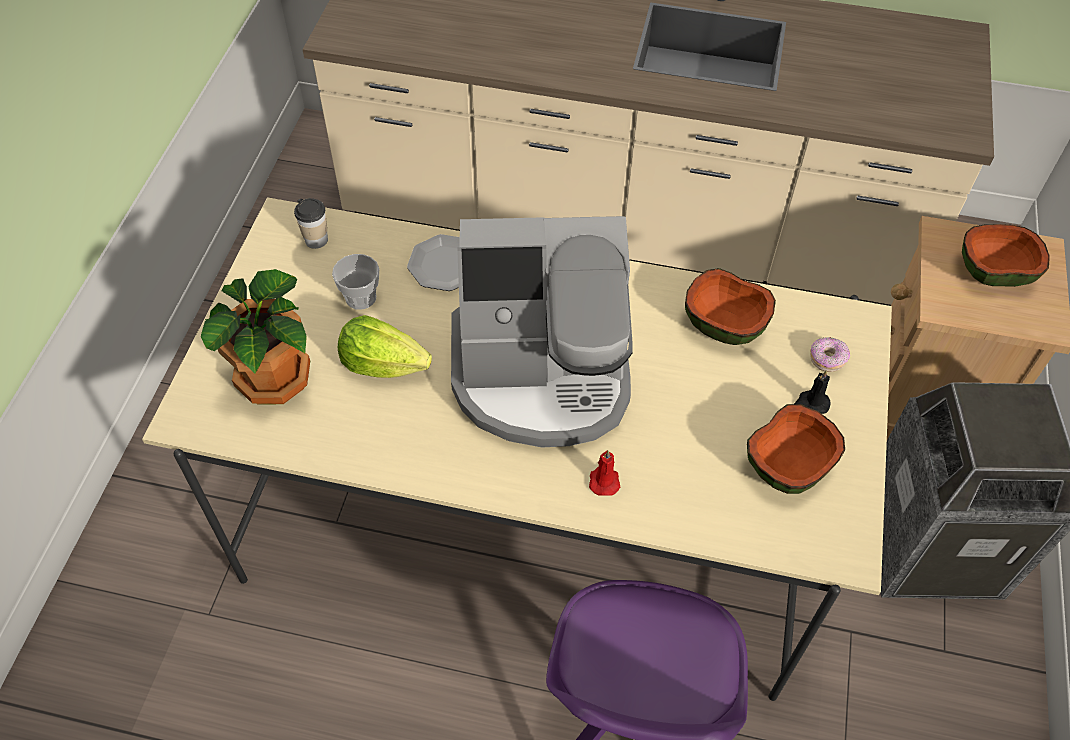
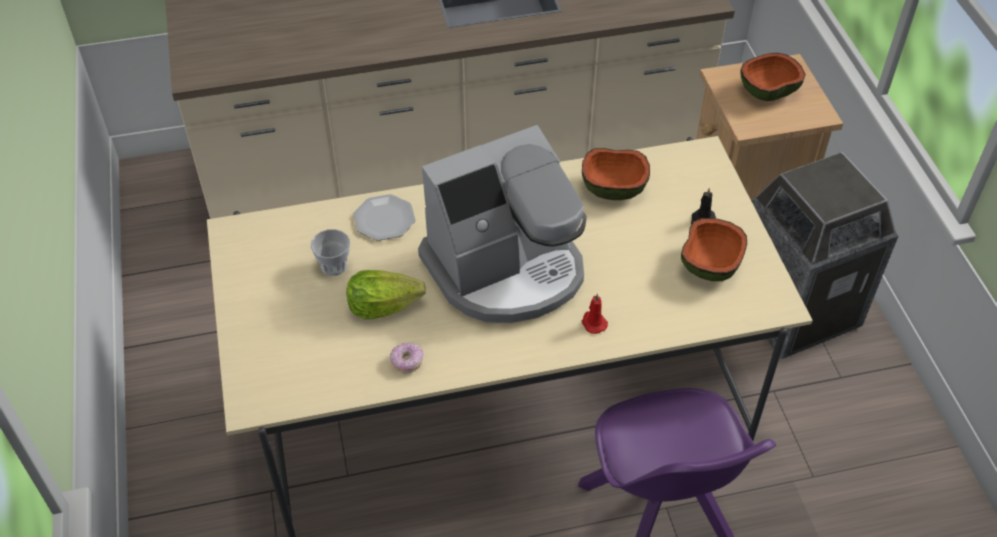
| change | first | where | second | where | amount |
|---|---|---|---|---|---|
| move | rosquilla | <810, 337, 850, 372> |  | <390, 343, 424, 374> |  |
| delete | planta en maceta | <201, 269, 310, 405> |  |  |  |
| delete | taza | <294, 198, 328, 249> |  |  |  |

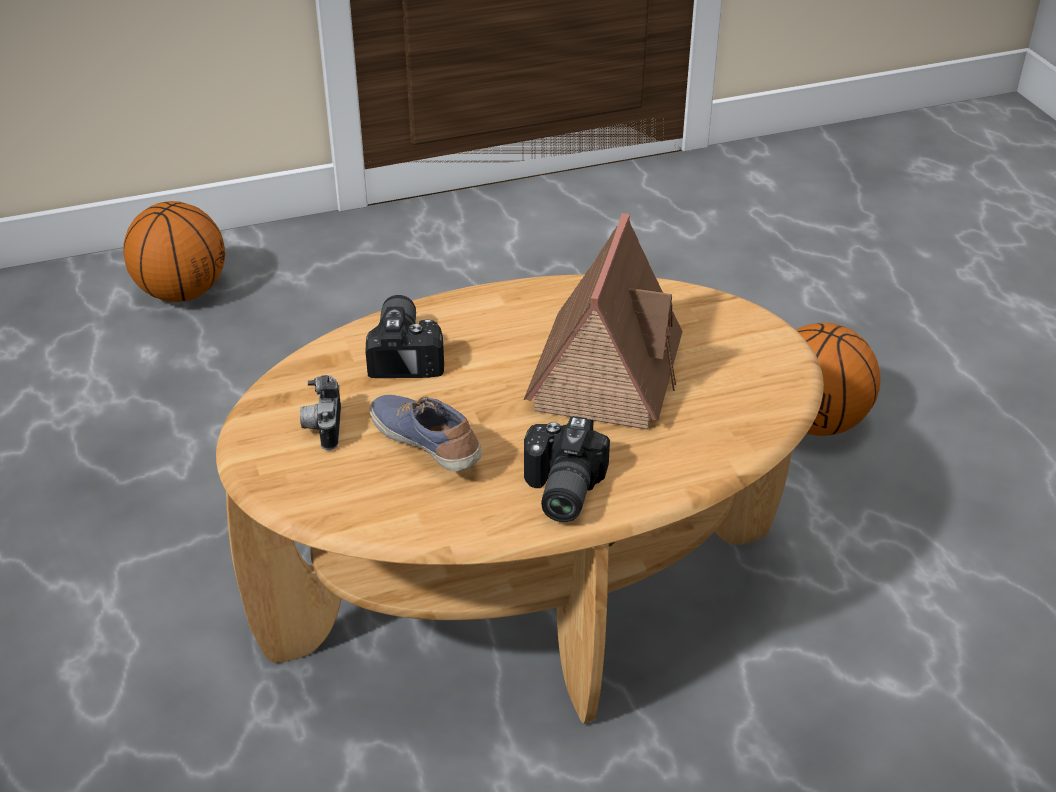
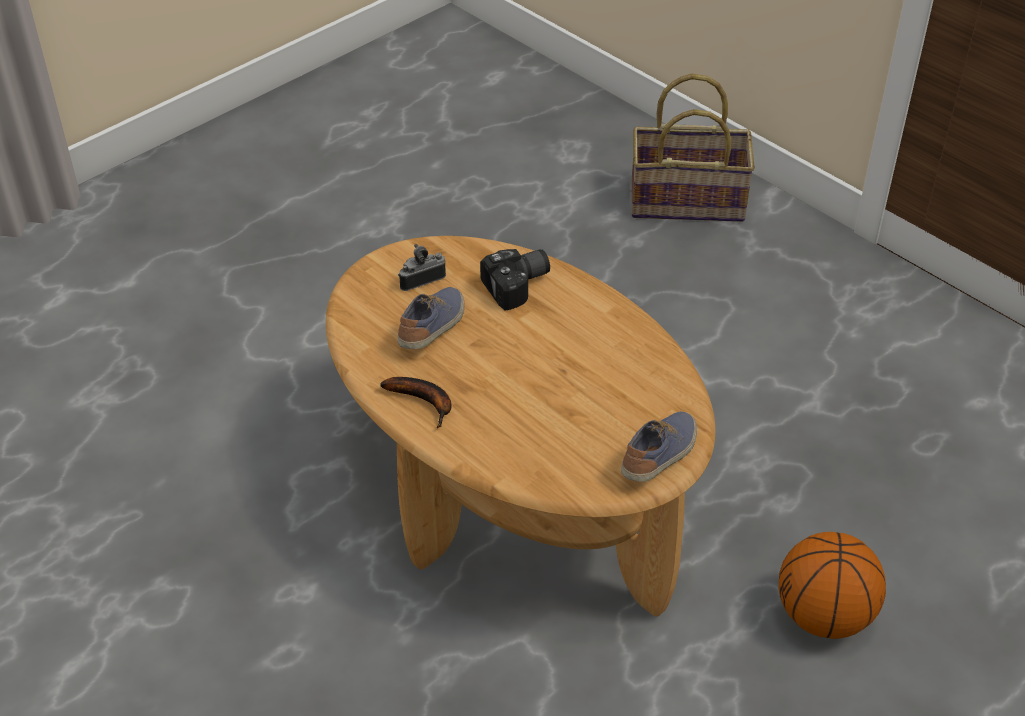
| change | first | where | second | where | amount |
|---|---|---|---|---|---|
| replace | cámara | <524, 416, 610, 522> | plátano | <380, 377, 452, 428> |  |
| insert |  |  | zapato | <621, 411, 697, 482> |  |
| replace | balón de baloncesto | <123, 201, 225, 302> | cesta | <631, 74, 755, 222> |  |
| delete | casita | <524, 213, 683, 429> |  |  |  |

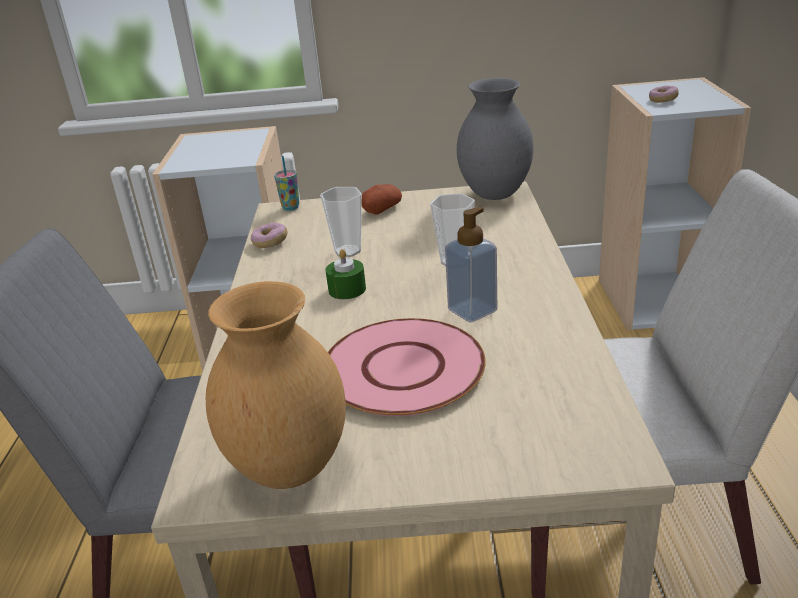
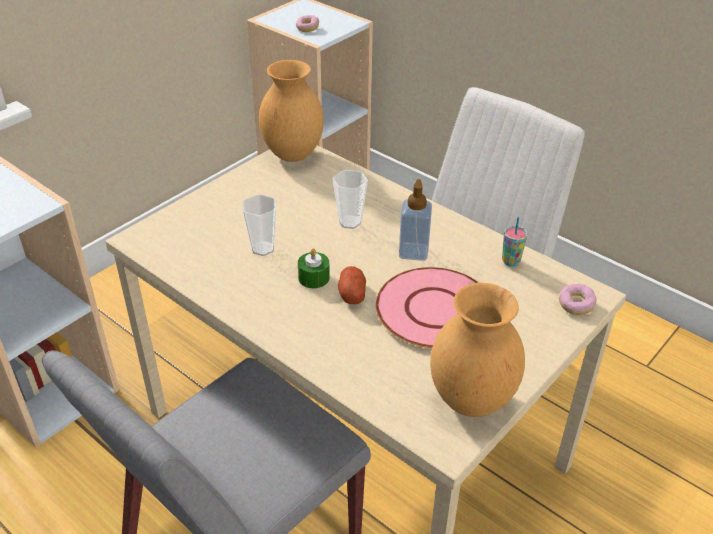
| change | first | where | second | where | amount |
|---|---|---|---|---|---|
| recolor | florero (gris) | <457, 78, 533, 200> | florero (marrón) | <259, 60, 324, 162> |  |
| move | patata | <362, 184, 402, 214> |  | <338, 266, 366, 304> |  |
| move | taza | <274, 156, 300, 211> |  | <502, 217, 528, 266> |  |
| move | rosquilla | <251, 223, 288, 248> |  | <559, 284, 596, 315> |  |

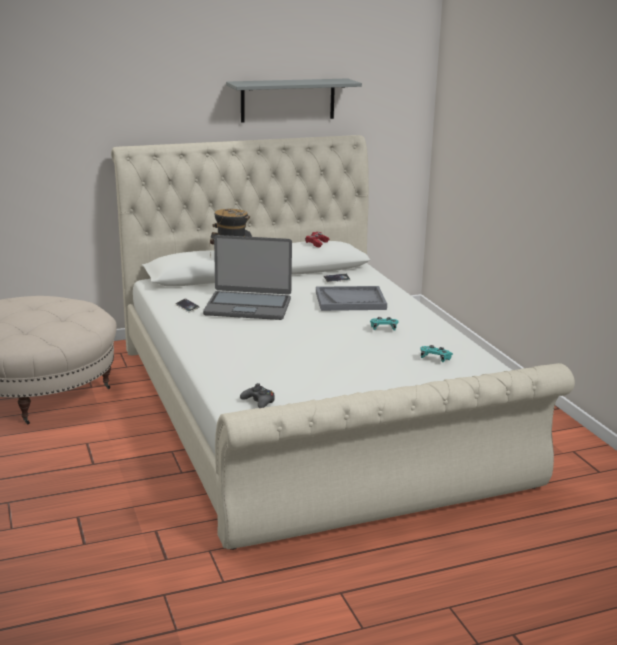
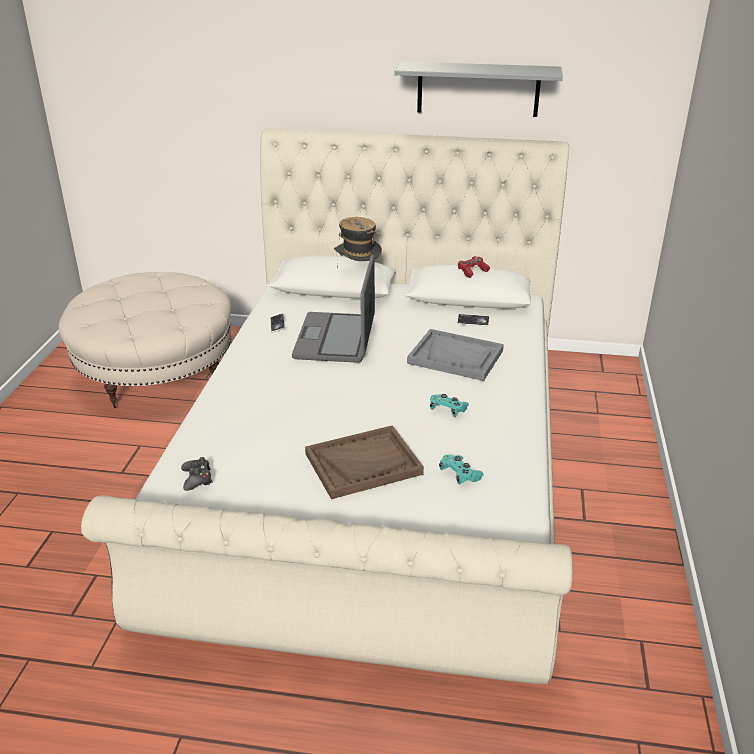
| change | first | where | second | where | amount |
|---|---|---|---|---|---|
| rotate | portátil | <203, 235, 292, 320> |  | <292, 255, 375, 363> | 60 degrees clockwise |
| insert |  |  | bandeja (marrón) | <305, 425, 424, 499> |  |

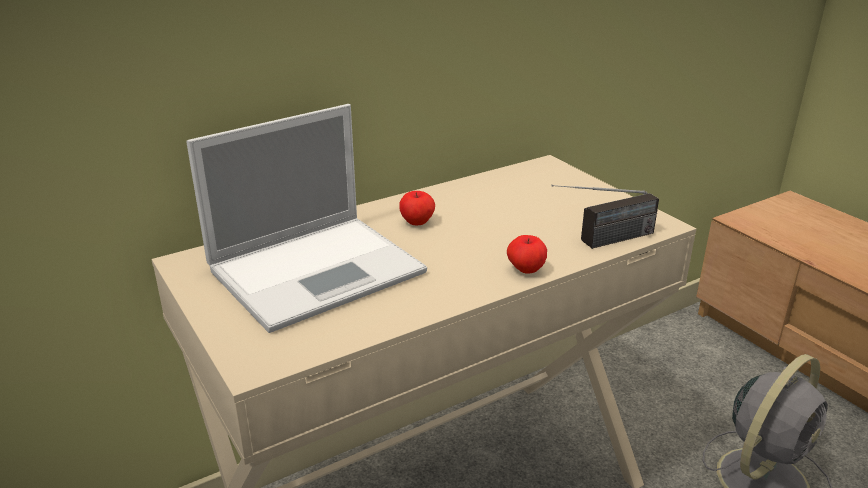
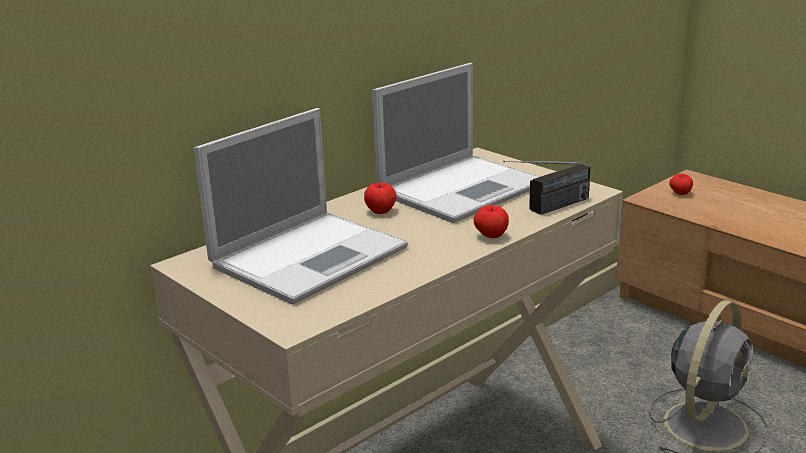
| change | first | where | second | where | amount |
|---|---|---|---|---|---|
| insert |  |  | portátil | <372, 63, 540, 223> |  |
| insert |  |  | manzana | <669, 174, 693, 195> |  |

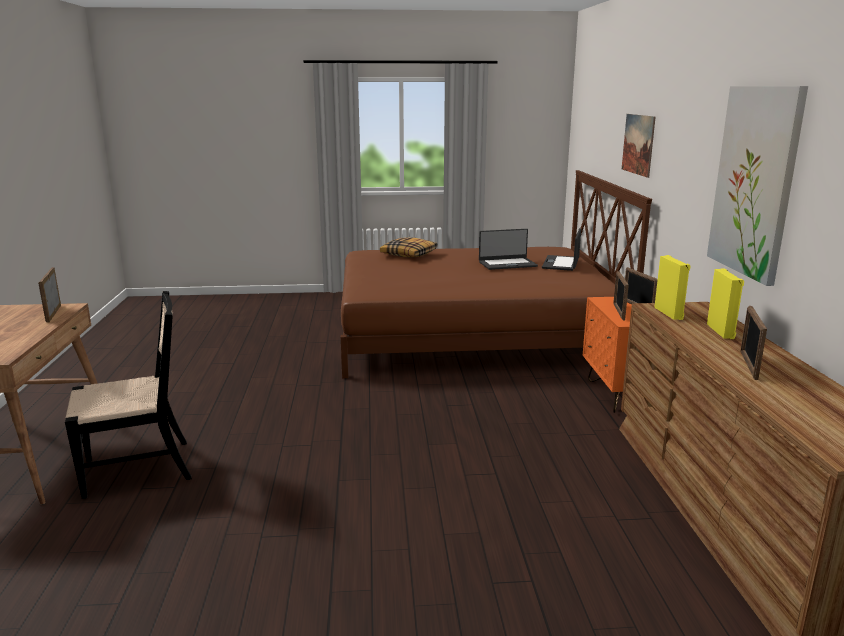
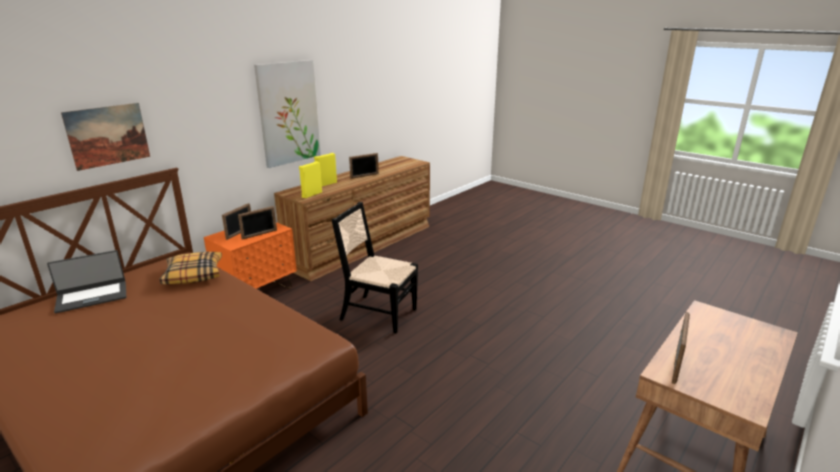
| change | first | where | second | where | amount |
|---|---|---|---|---|---|
| move | cojín | <380, 237, 437, 257> |  | <159, 252, 222, 284> |  |
| move | silla | <65, 291, 192, 499> |  | <331, 202, 418, 334> |  |
| delete | portátil | <479, 229, 538, 270> |  |  |  |

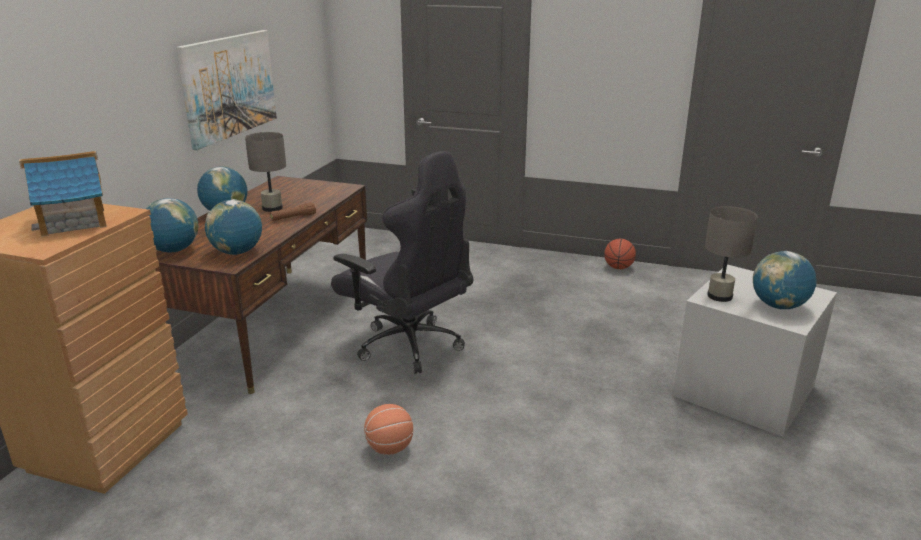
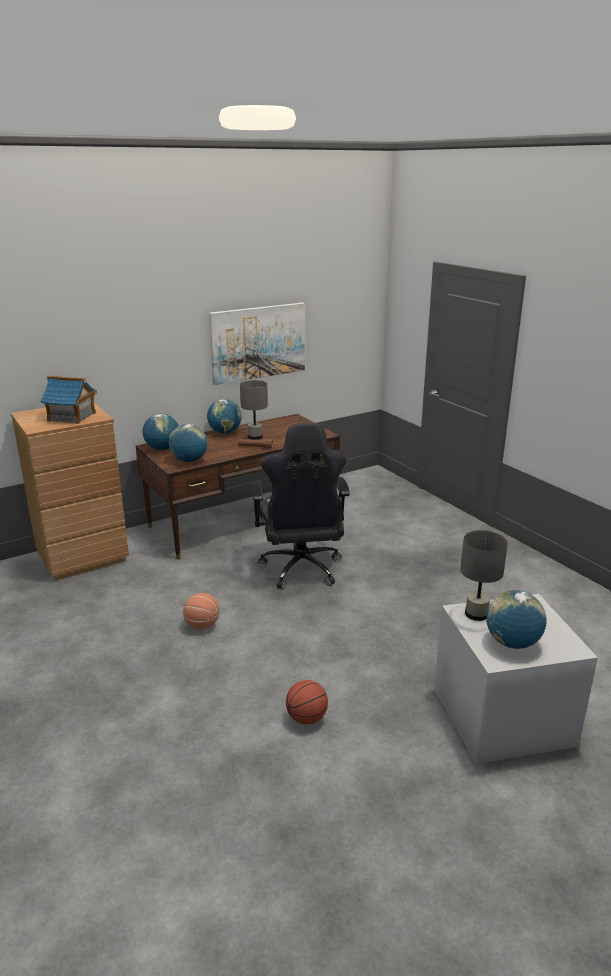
| change | first | where | second | where | amount |
|---|---|---|---|---|---|
| move | balón de baloncesto | <604, 239, 636, 269> |  | <286, 680, 328, 724> |  |

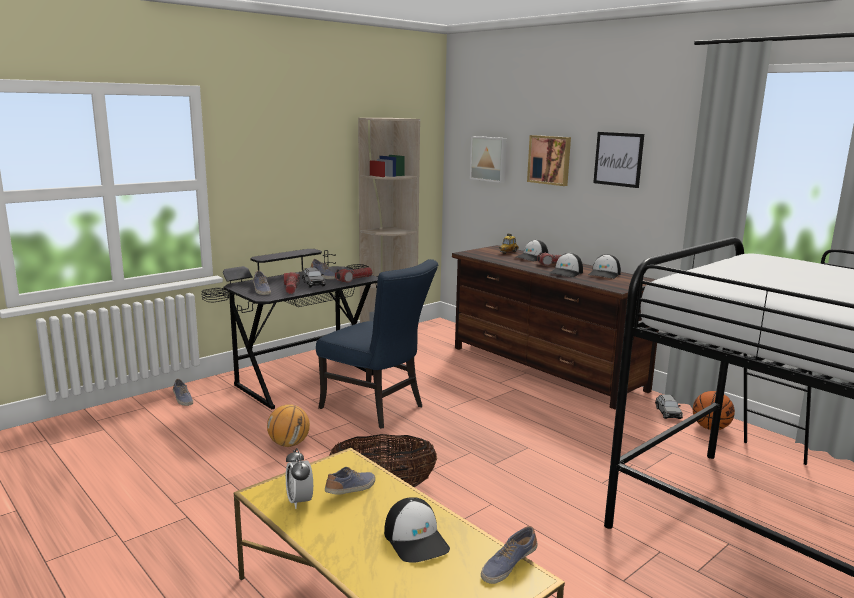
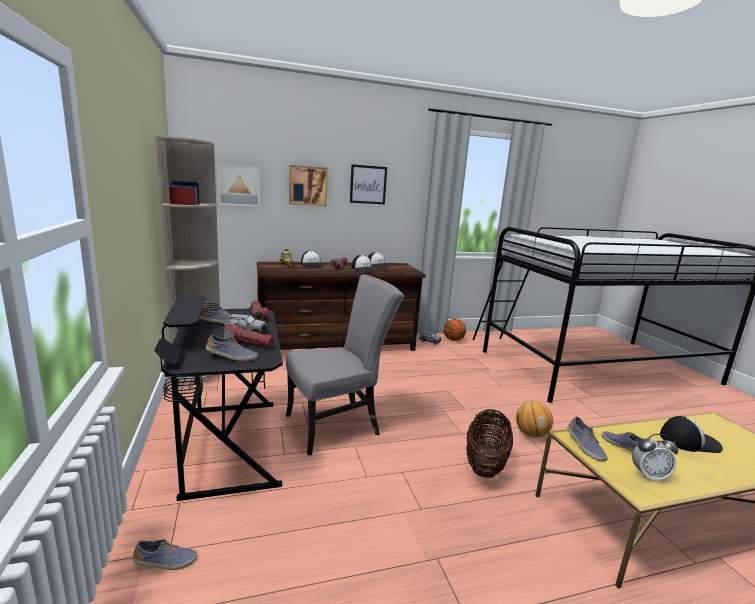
| change | first | where | second | where | amount |
|---|---|---|---|---|---|
| recolor | silla (azul) | <316, 259, 438, 429> | silla (gris) | <286, 274, 404, 456> |  |
| move | balón de baloncesto | <267, 404, 310, 447> |  | <516, 401, 553, 437> |  |
| move | zapato | <481, 526, 537, 584> |  | <567, 416, 608, 462> |  |

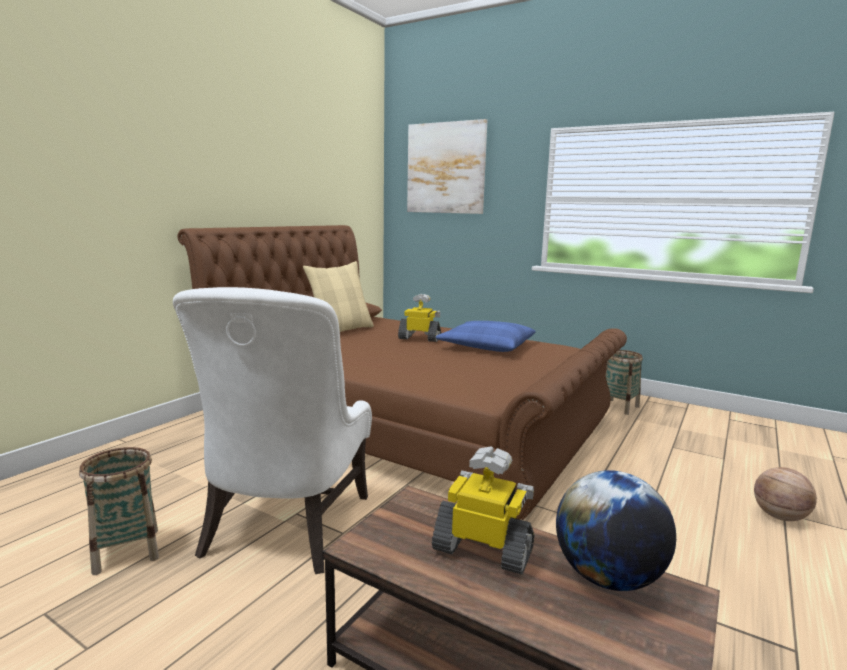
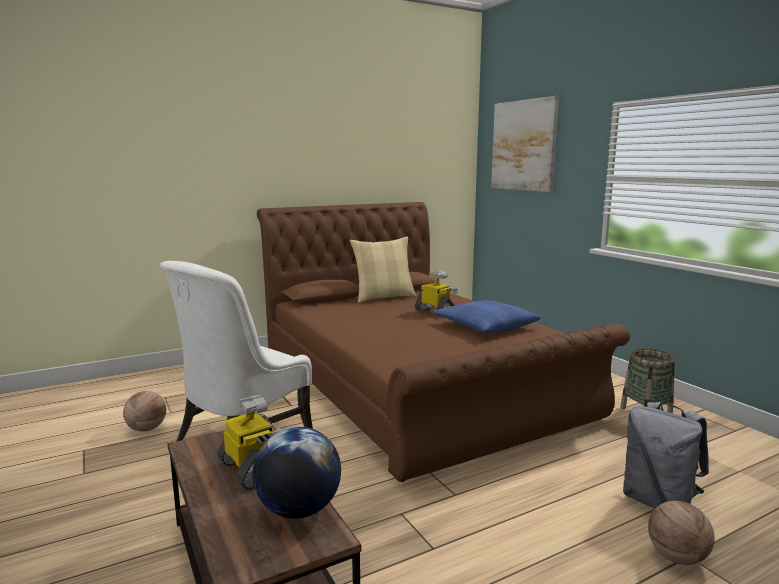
| change | first | where | second | where | amount |
|---|---|---|---|---|---|
| replace | cesta | <79, 447, 159, 575> | balón de baloncesto | <123, 391, 166, 432> |  |
| insert |  |  | mochila (gris) | <623, 402, 709, 508> |  |

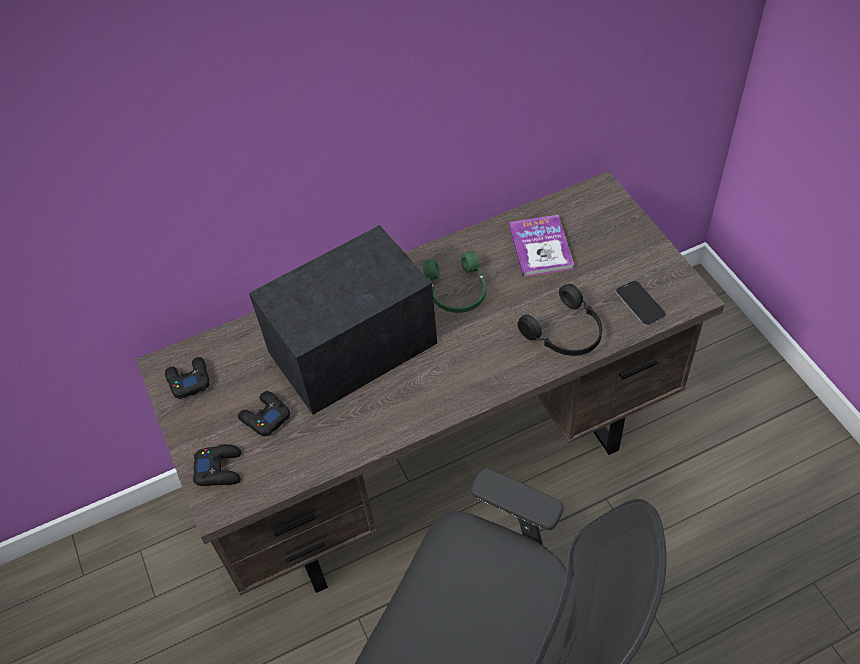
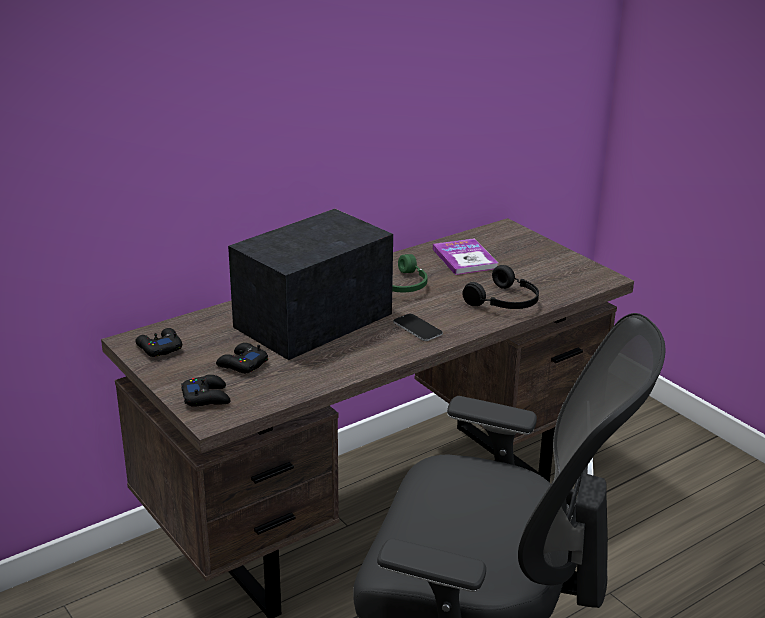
| change | first | where | second | where | amount |
|---|---|---|---|---|---|
| move | móvil | <616, 281, 666, 326> |  | <393, 314, 443, 341> |  |

